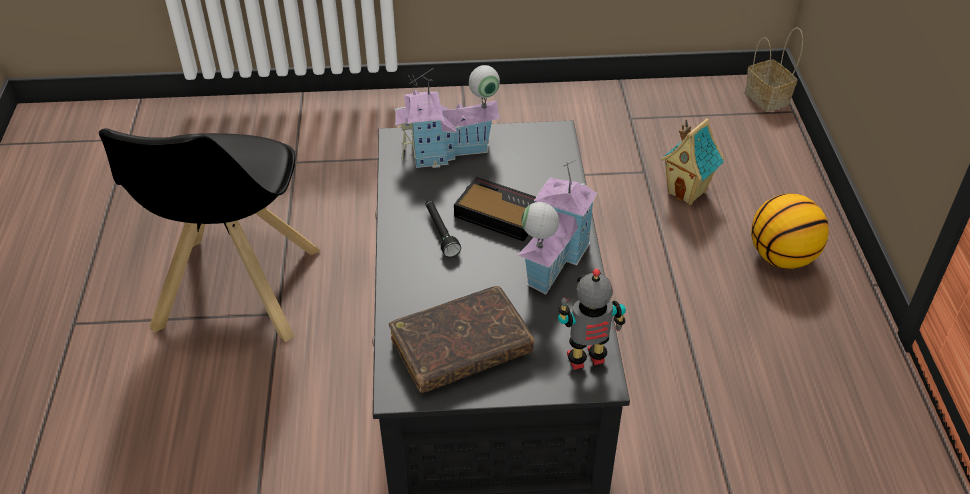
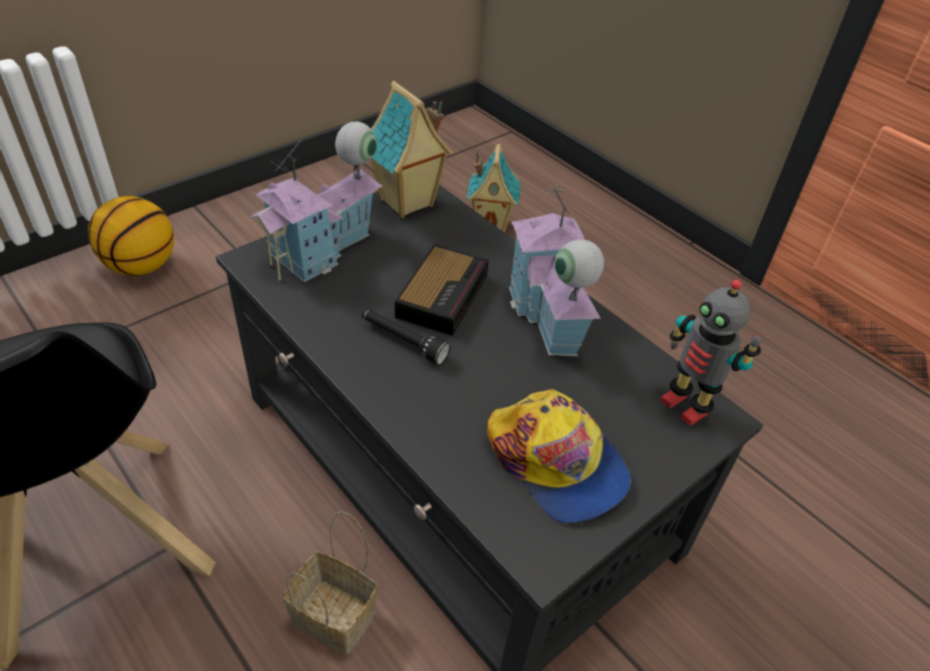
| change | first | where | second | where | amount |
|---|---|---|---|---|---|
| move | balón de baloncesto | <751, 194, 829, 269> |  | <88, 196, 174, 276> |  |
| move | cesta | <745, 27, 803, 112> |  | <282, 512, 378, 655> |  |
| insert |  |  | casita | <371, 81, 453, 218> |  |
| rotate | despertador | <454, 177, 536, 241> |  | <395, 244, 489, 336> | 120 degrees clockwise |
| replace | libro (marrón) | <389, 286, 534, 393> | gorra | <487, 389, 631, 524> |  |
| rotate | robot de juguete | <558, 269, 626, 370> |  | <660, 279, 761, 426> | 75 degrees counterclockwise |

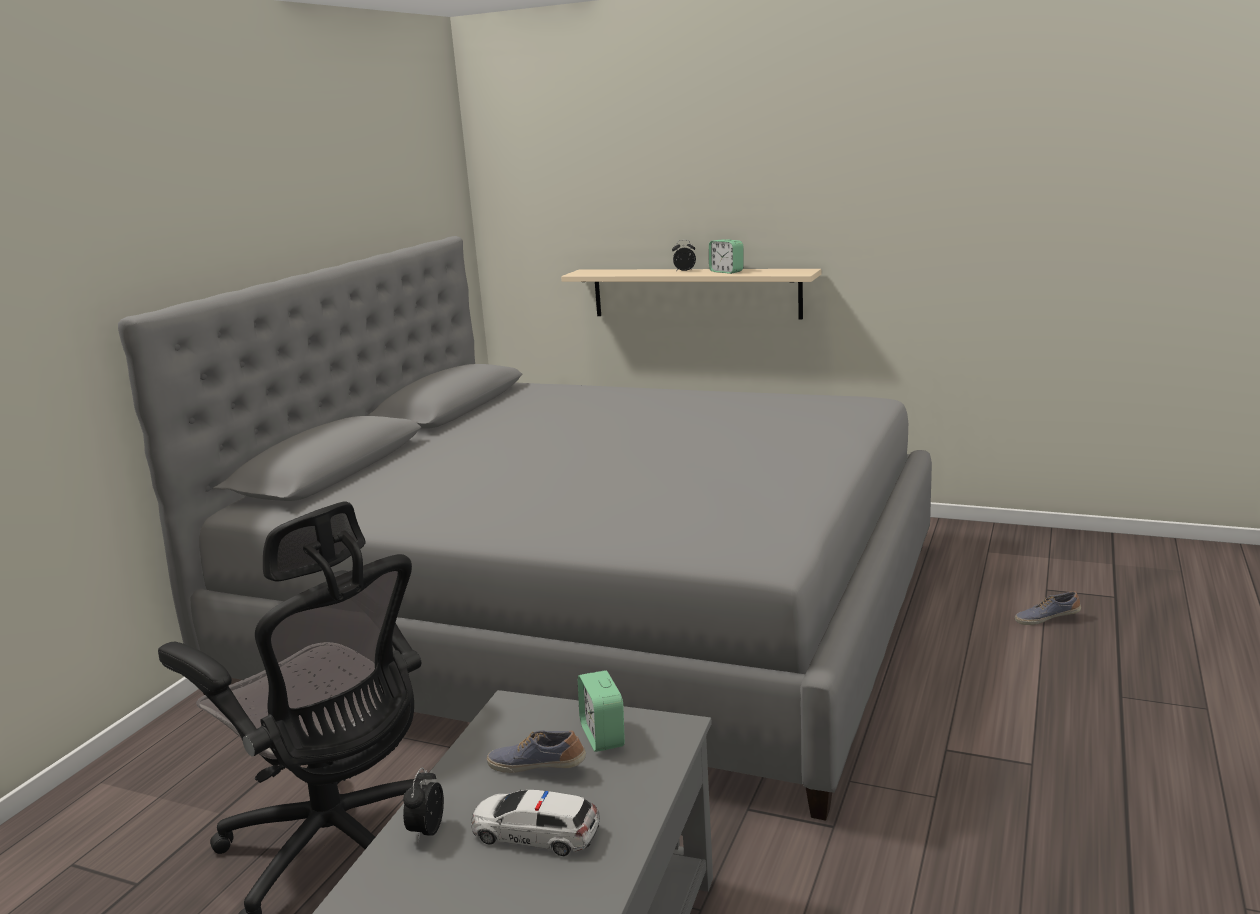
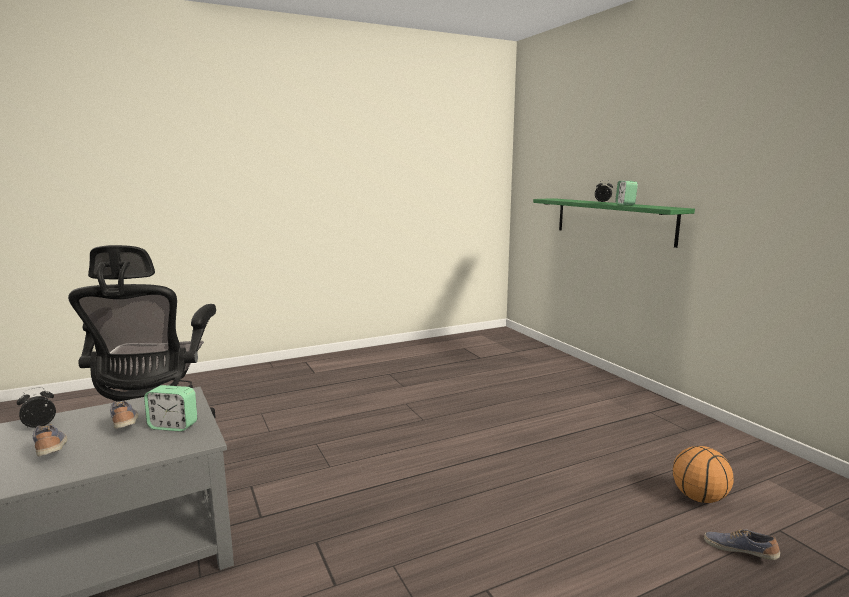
| change | first | where | second | where | amount |
|---|---|---|---|---|---|
| replace | coche de juguete | <471, 790, 600, 856> | zapato | <33, 424, 68, 456> |  |
| rotate | despertador | <578, 670, 625, 752> |  | <144, 385, 197, 432> | 105 degrees counterclockwise |
| recolor | estante (beis) | <561, 269, 821, 319> | estante (verde) | <533, 198, 695, 248> |  |
| insert |  |  | balón de baloncesto | <673, 446, 733, 503> |  |
| delete | cama (gris) | <118, 236, 932, 821> |  |  |  |

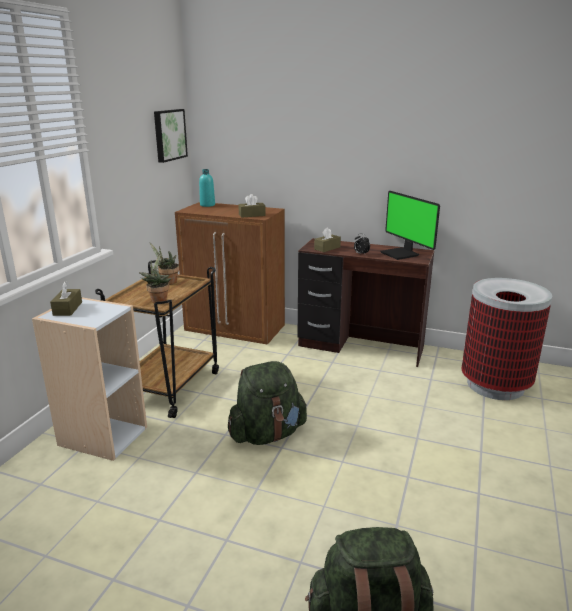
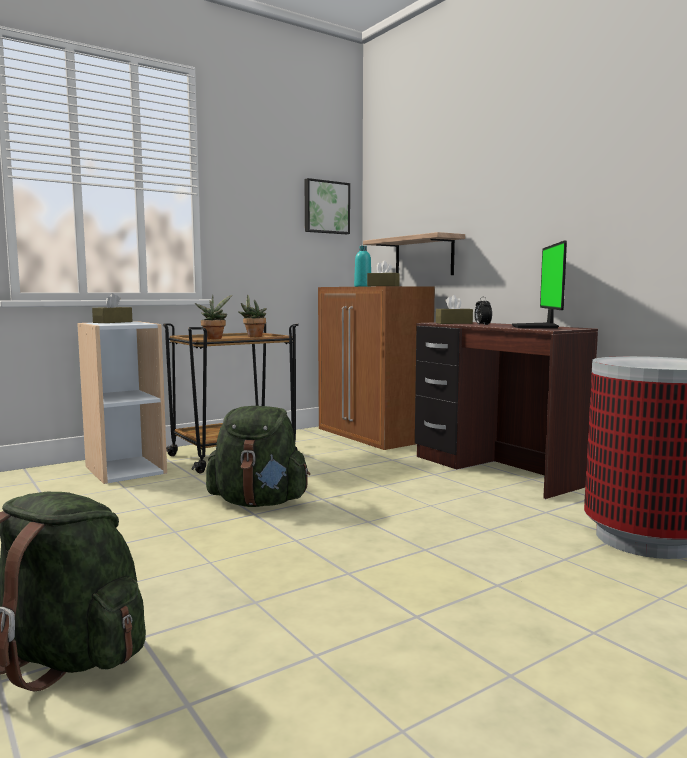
| change | first | where | second | where | amount |
|---|---|---|---|---|---|
| insert |  |  | estante | <363, 232, 465, 275> |  |

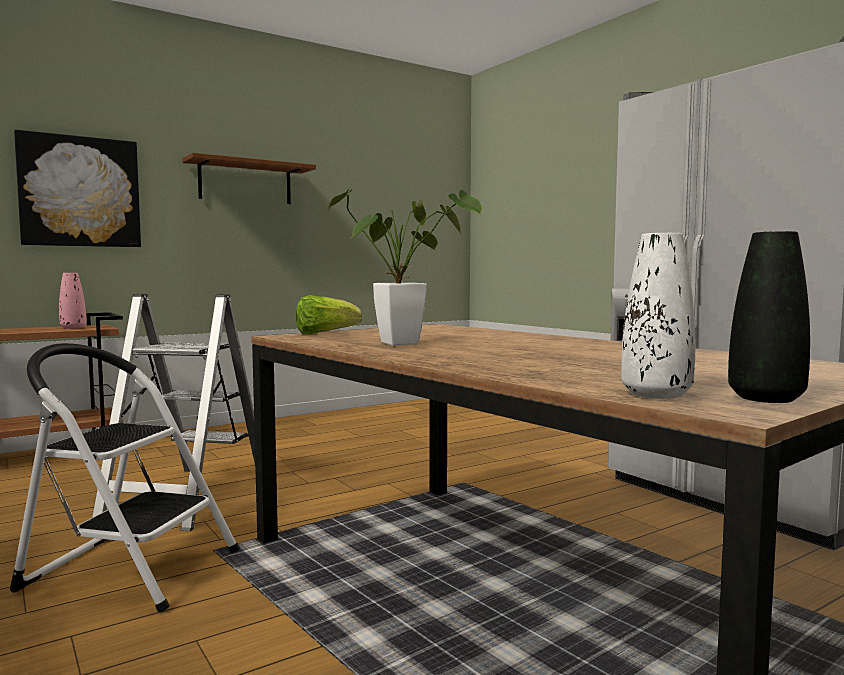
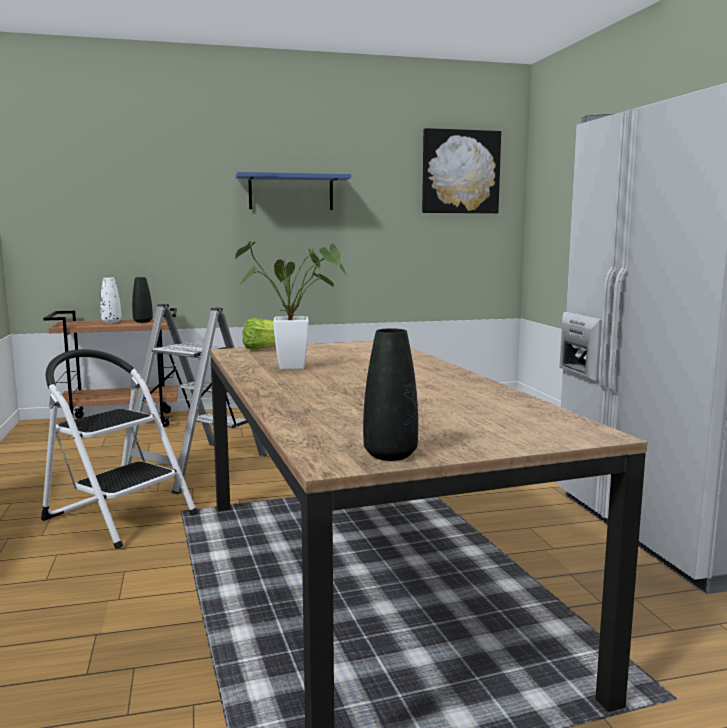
| change | first | where | second | where | amount |
|---|---|---|---|---|---|
| move | florero (blanco) | <621, 233, 695, 399> |  | <100, 277, 121, 323> |  |
| recolor | florero (rosa) | <59, 273, 86, 329> | florero (negro) | <132, 277, 153, 323> |  |
| recolor | estante (marrón) | <182, 153, 316, 204> | estante (azul) | <235, 172, 351, 210> |  |
| move | cuadro | <14, 130, 141, 247> |  | <422, 128, 501, 214> |  |

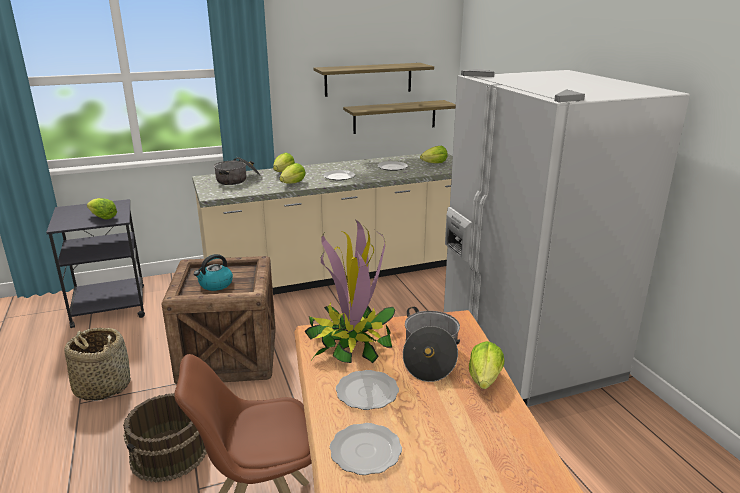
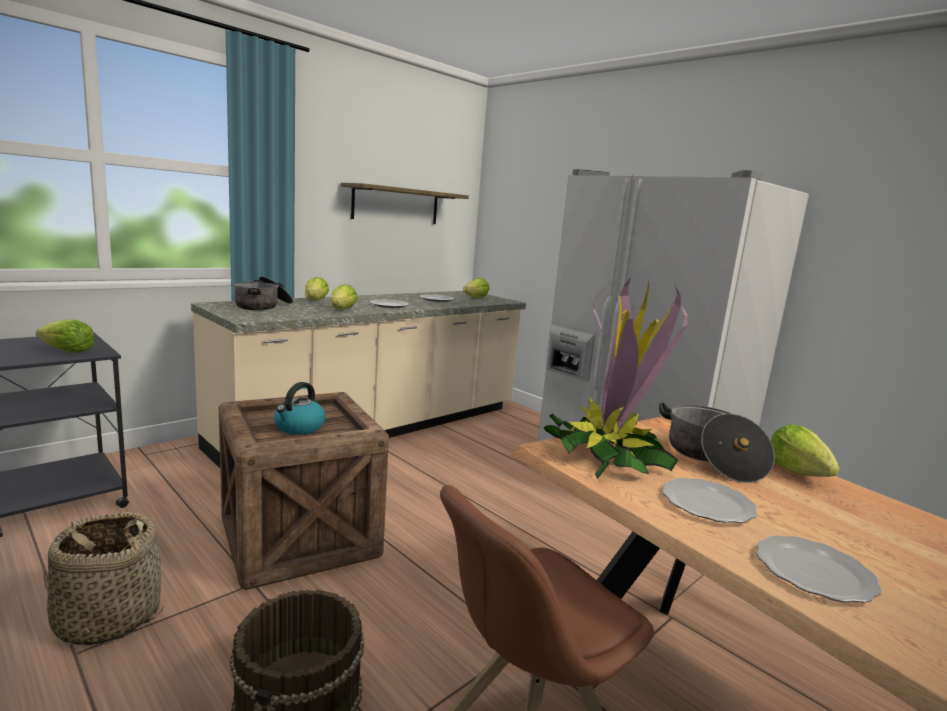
| change | first | where | second | where | amount |
|---|---|---|---|---|---|
| delete | estante | <343, 100, 456, 134> |  |  |  |

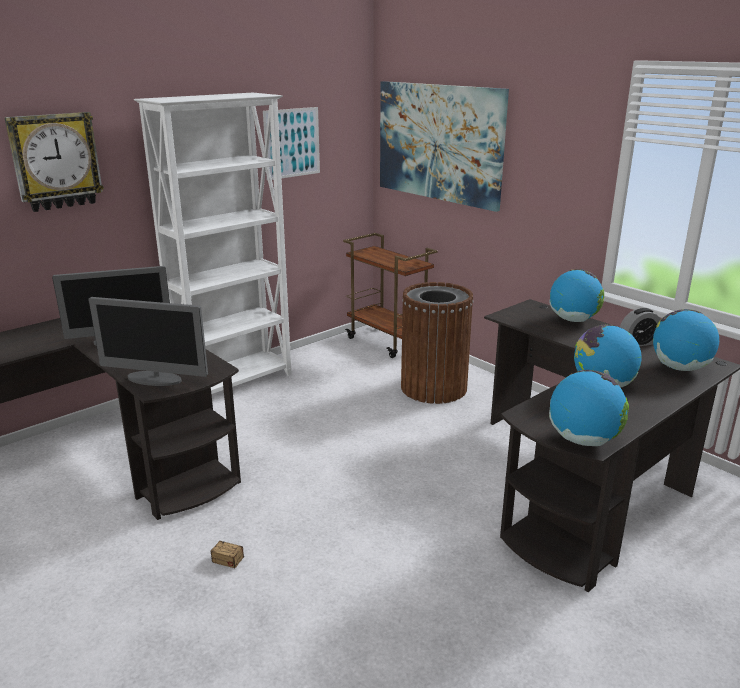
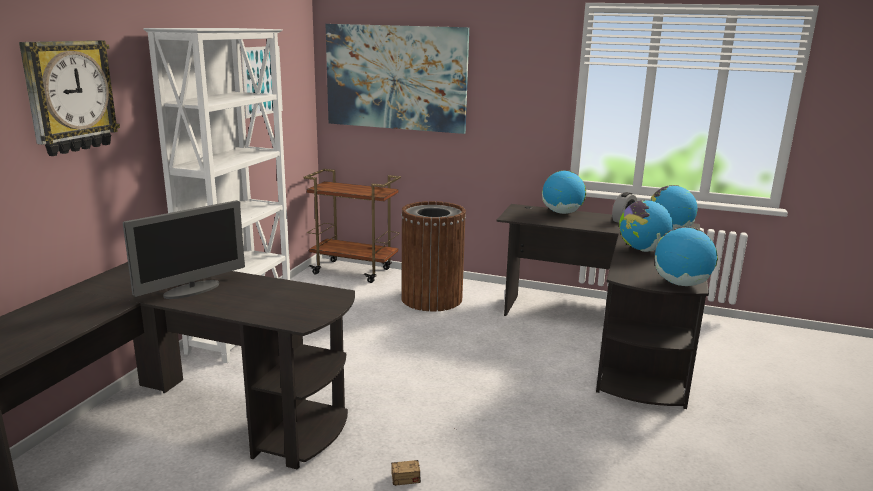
| change | first | where | second | where | amount |
|---|---|---|---|---|---|
| delete | monitor | <88, 297, 208, 386> |  |  |  |

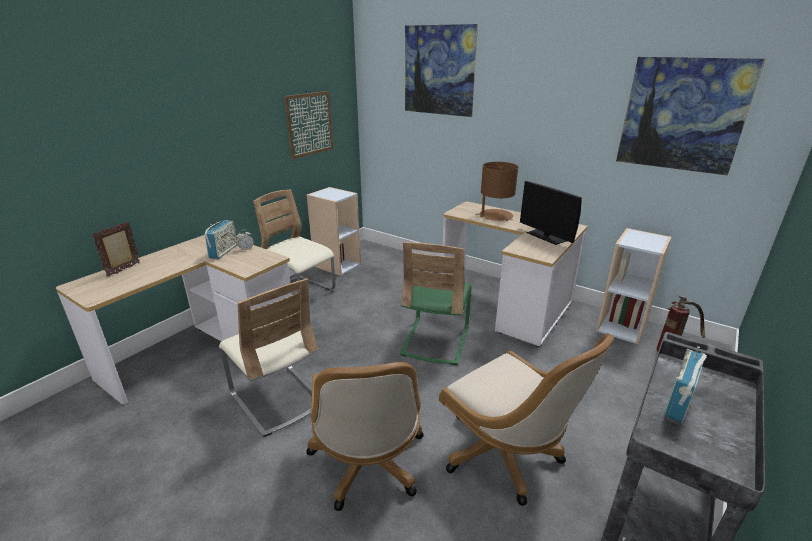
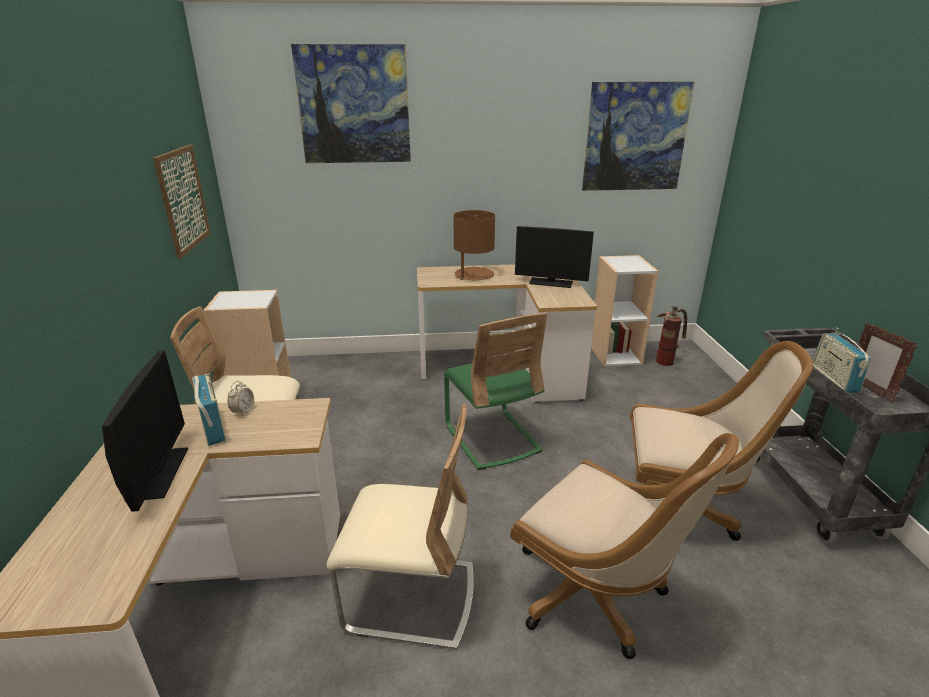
| change | first | where | second | where | amount |
|---|---|---|---|---|---|
| insert |  |  | monitor | <102, 350, 188, 512> |  |
| move | portarretratos | <92, 222, 140, 277> |  | <857, 323, 918, 402> |  |

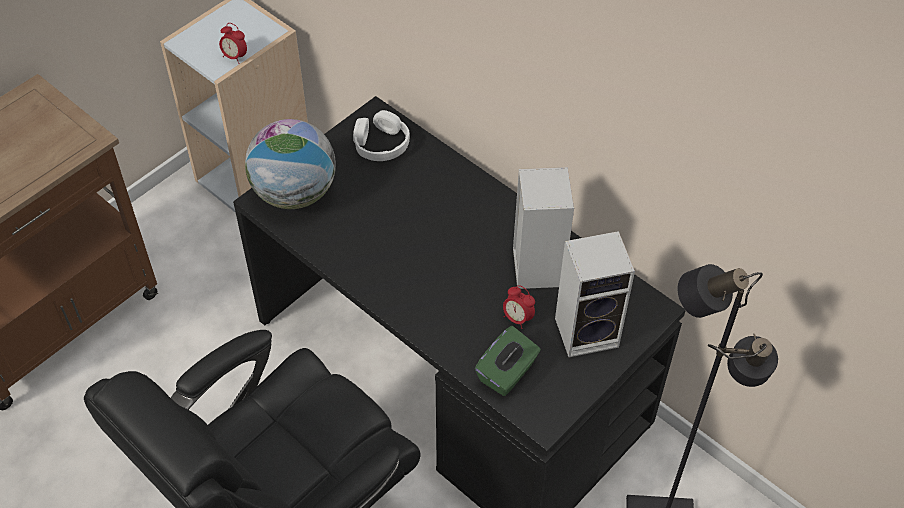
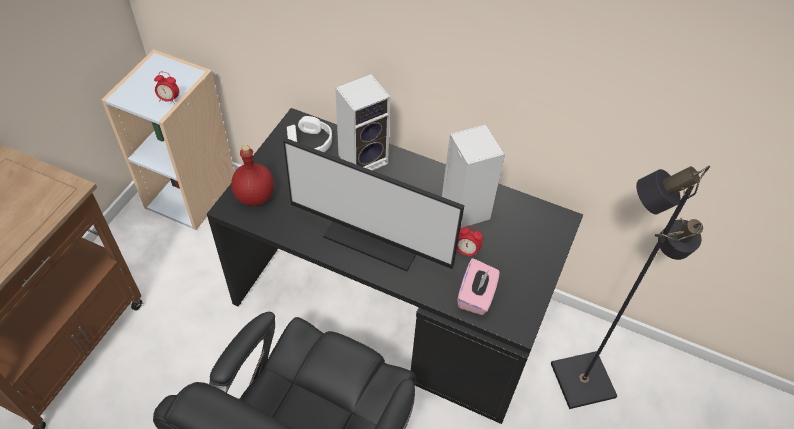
| change | first | where | second | where | amount |
|---|---|---|---|---|---|
| replace | globo terráqueo | <245, 119, 336, 209> | botella (rojo) | <231, 145, 274, 206> |  |
| insert |  |  | monitor | <283, 138, 464, 271> |  |
| move | altavoz | <555, 231, 635, 357> |  | <335, 74, 390, 171> |  |
| recolor | caja de pañuelos (verde) | <475, 326, 541, 396> | caja de pañuelos (rosa) | <457, 258, 500, 315> |  |

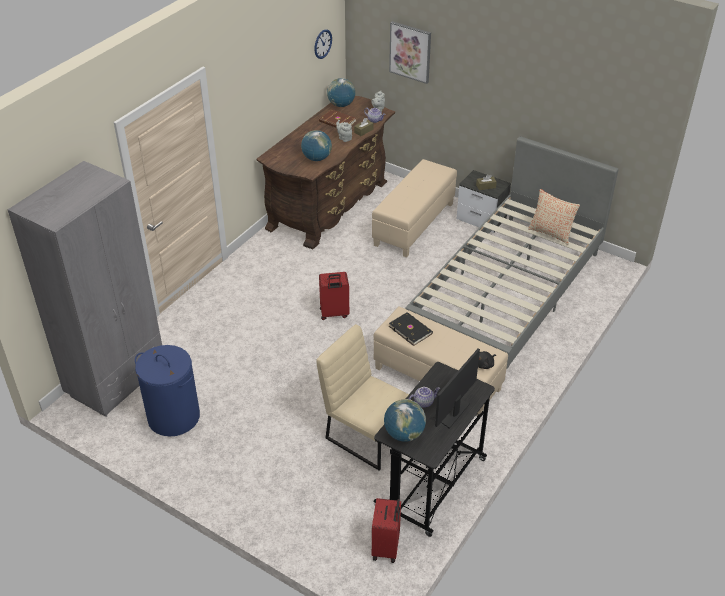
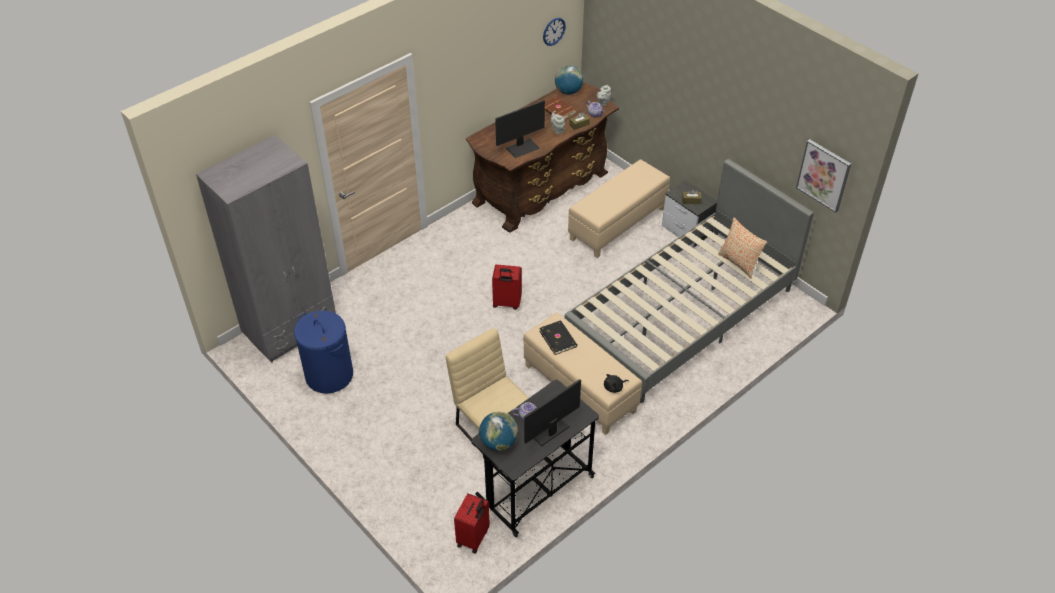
| change | first | where | second | where | amount |
|---|---|---|---|---|---|
| replace | globo terráqueo | <301, 130, 332, 161> | monitor | <495, 100, 545, 158> |  |
| move | cuadro | <389, 21, 431, 84> |  | <796, 139, 851, 212> |  |

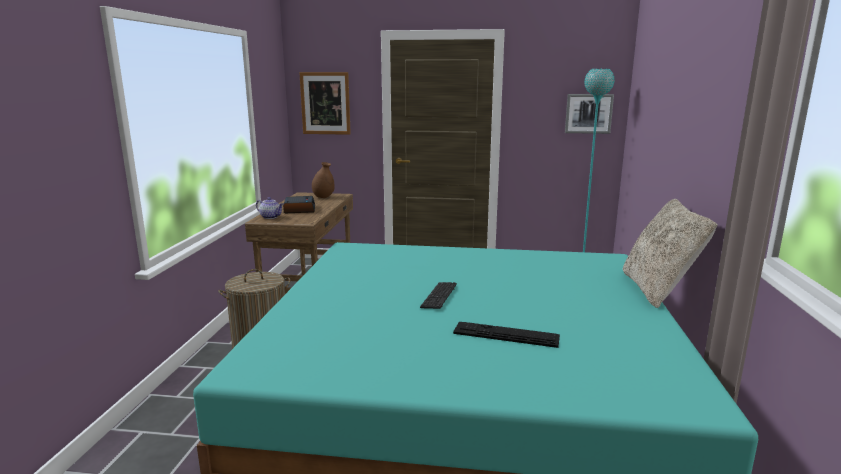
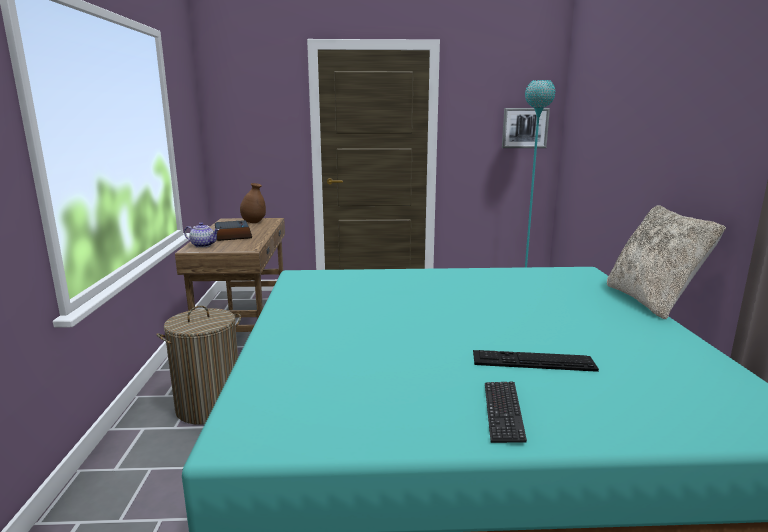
| change | first | where | second | where | amount |
|---|---|---|---|---|---|
| move | teclado | <420, 282, 457, 309> |  | <485, 382, 527, 443> |  |
| delete | cuadro | <299, 72, 351, 135> |  |  |  |

